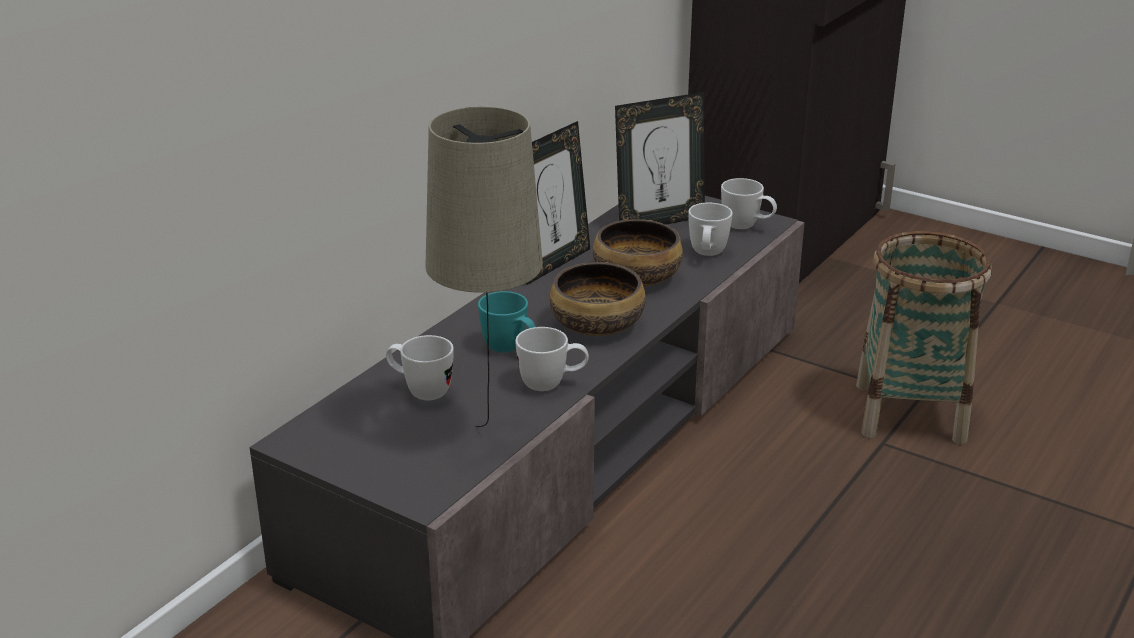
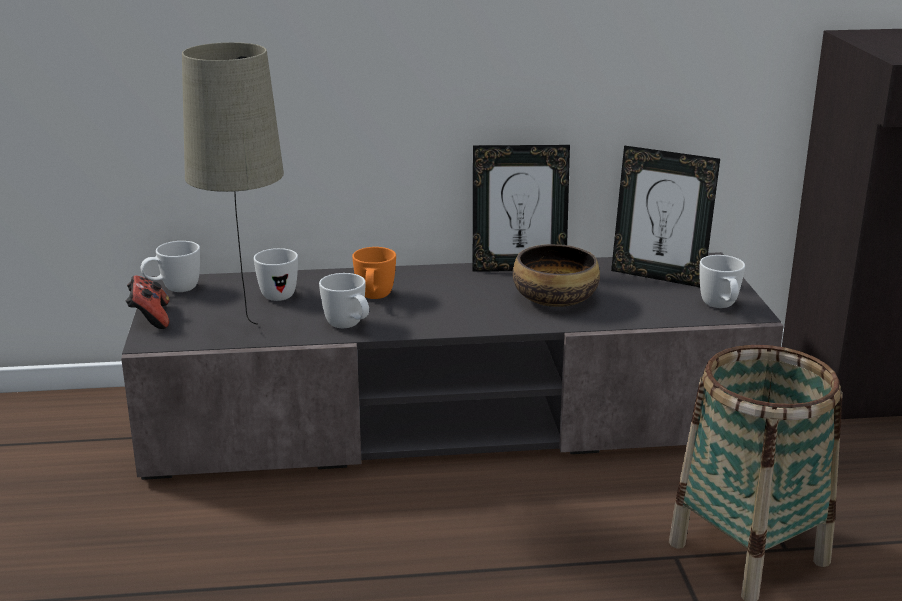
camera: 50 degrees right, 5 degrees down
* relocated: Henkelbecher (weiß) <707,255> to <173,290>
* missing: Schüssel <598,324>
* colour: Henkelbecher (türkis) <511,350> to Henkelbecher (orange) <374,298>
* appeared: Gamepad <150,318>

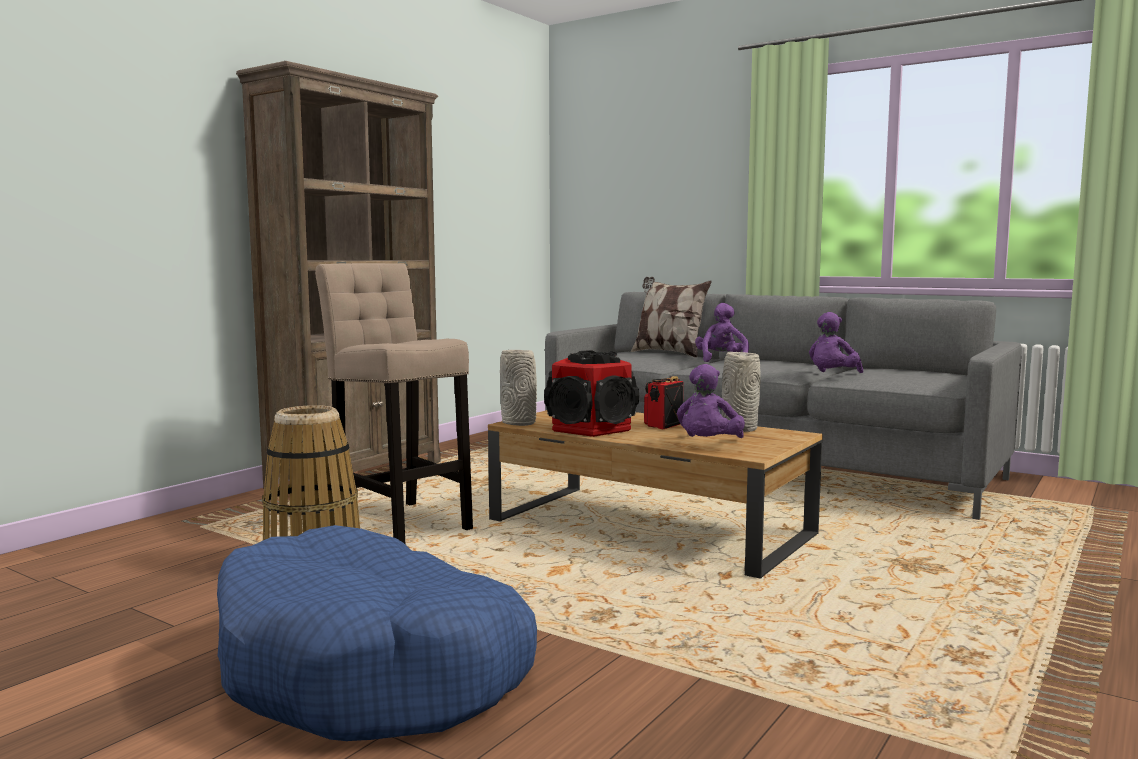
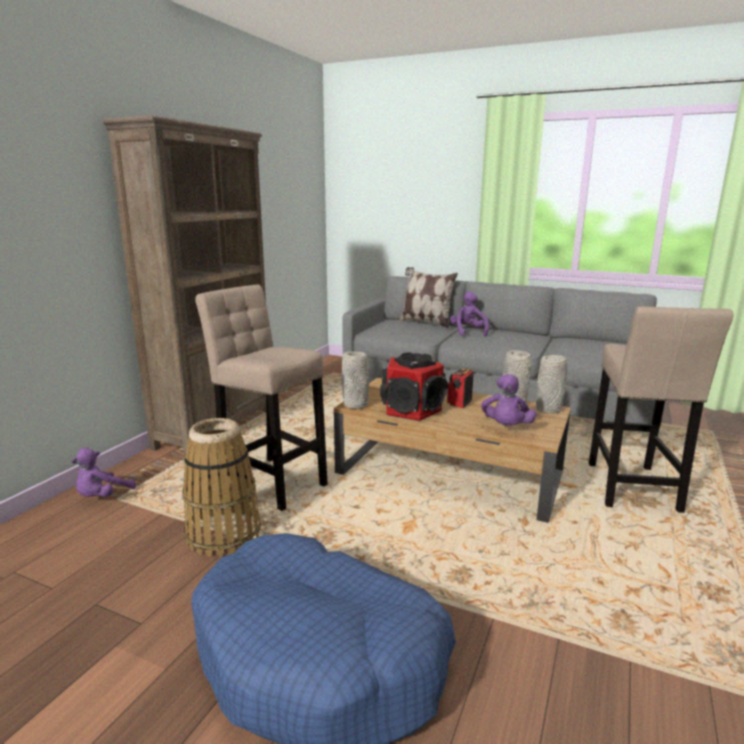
camera: 10 degrees left, 10 degrees up
* relocated: Plüschtier (lila) <832,376> to <102,496>
* appeared: Hocker (beige) <632,489>
* appeared: Vase (grau) <548,409>

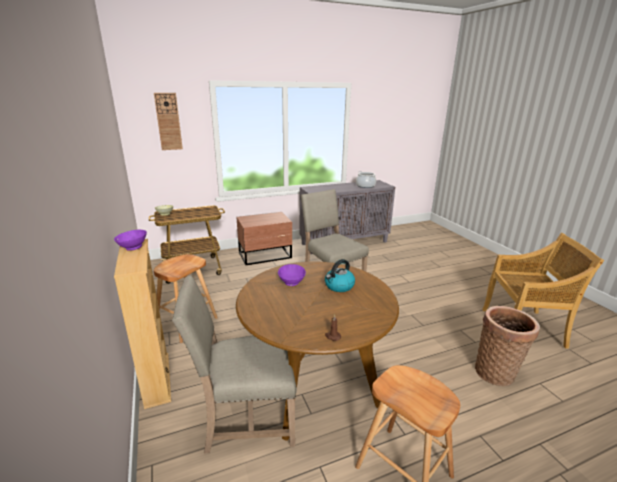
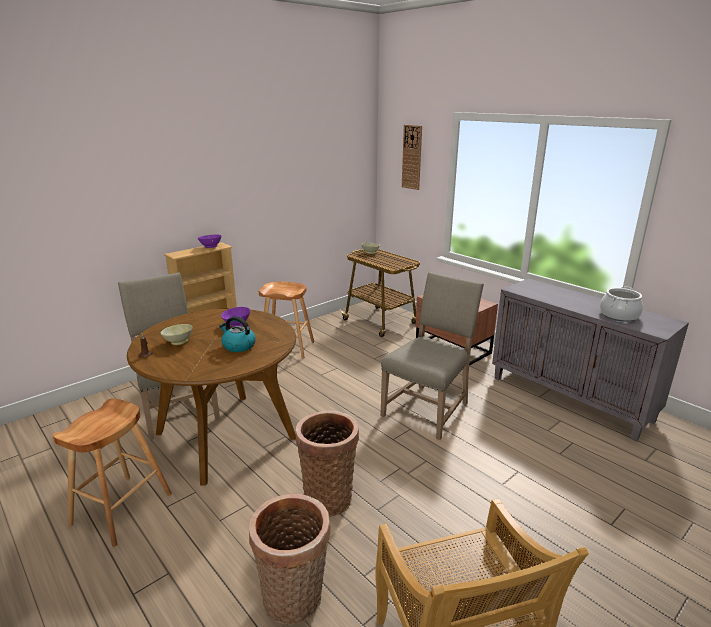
camera: 70 degrees right, 0 degrees up
* appeared: Schüssel (beige) <178,342>
* appeared: Korb <329,496>

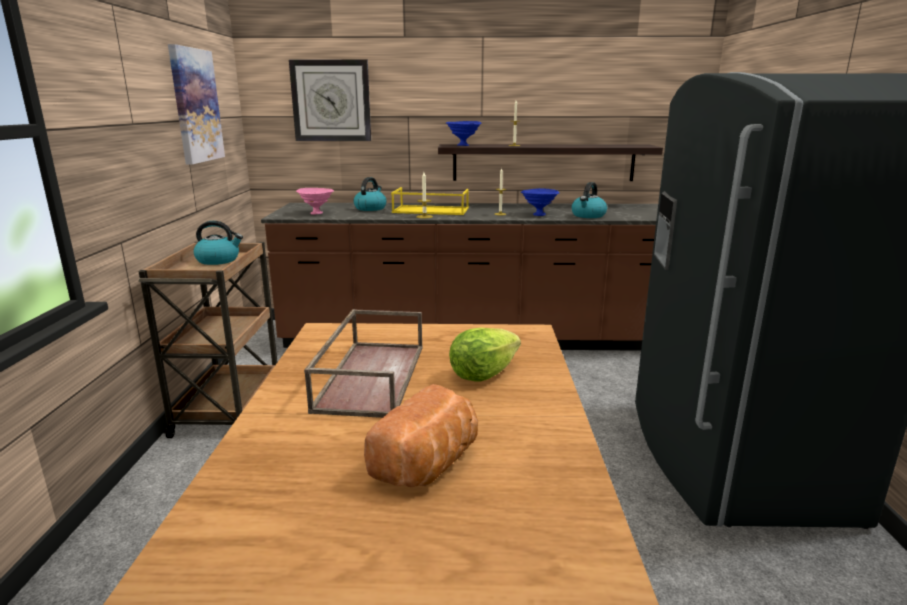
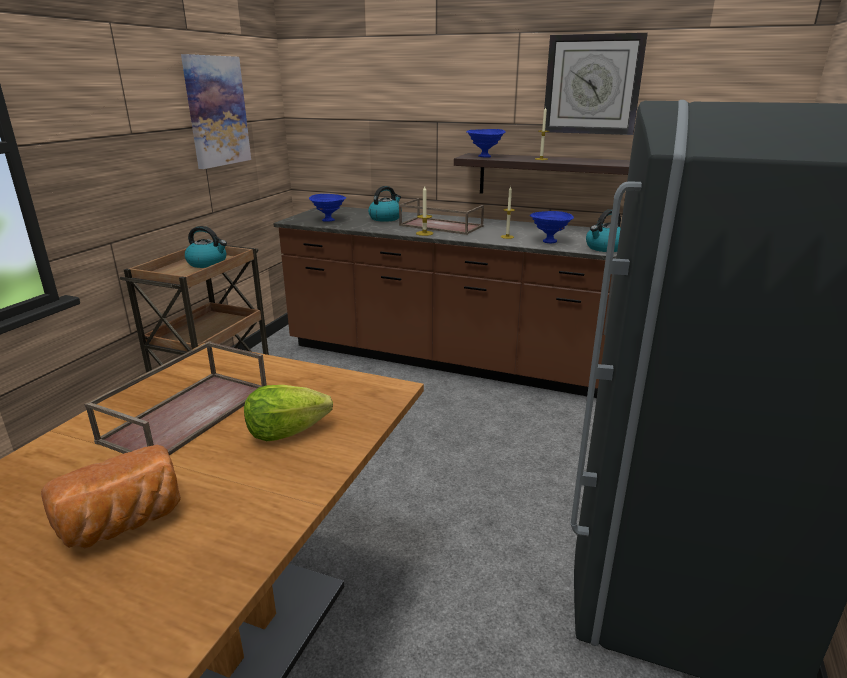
camera: 20 degrees right, 5 degrees up
* relocated: Wanduhr <331,101> to <592,85>
* colour: Tablett (gelb) <430,210> to Tablett (braun) <439,226>
* colour: Schüssel (rosa) <316,213> to Schüssel (blau) <329,220>

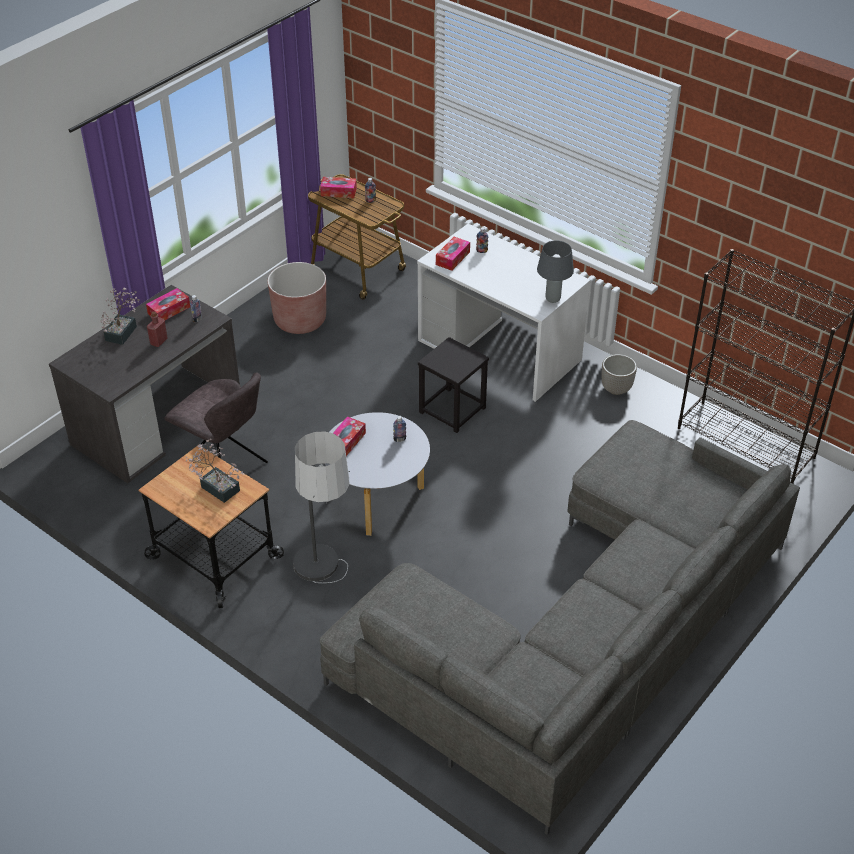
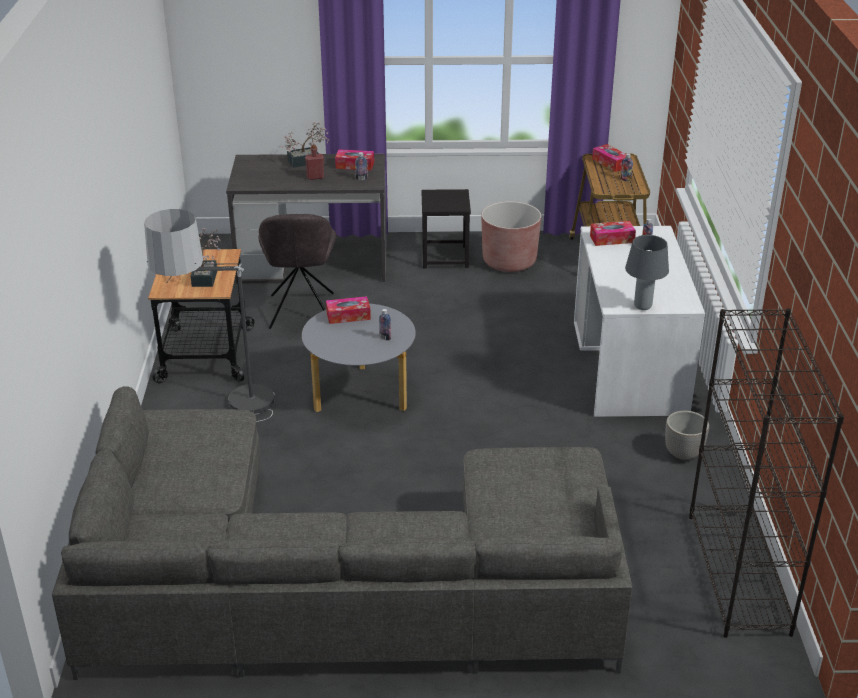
camera: 50 degrees right, 10 degrees down
* relocated: Hocker (schwarz) <452,410> to <444,256>

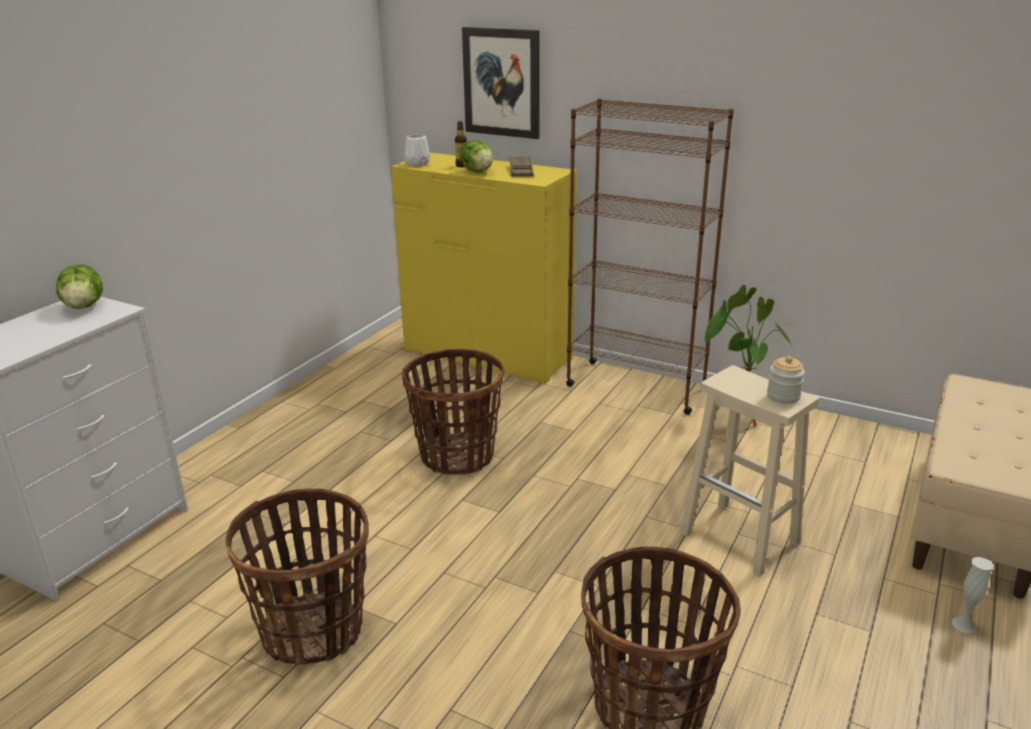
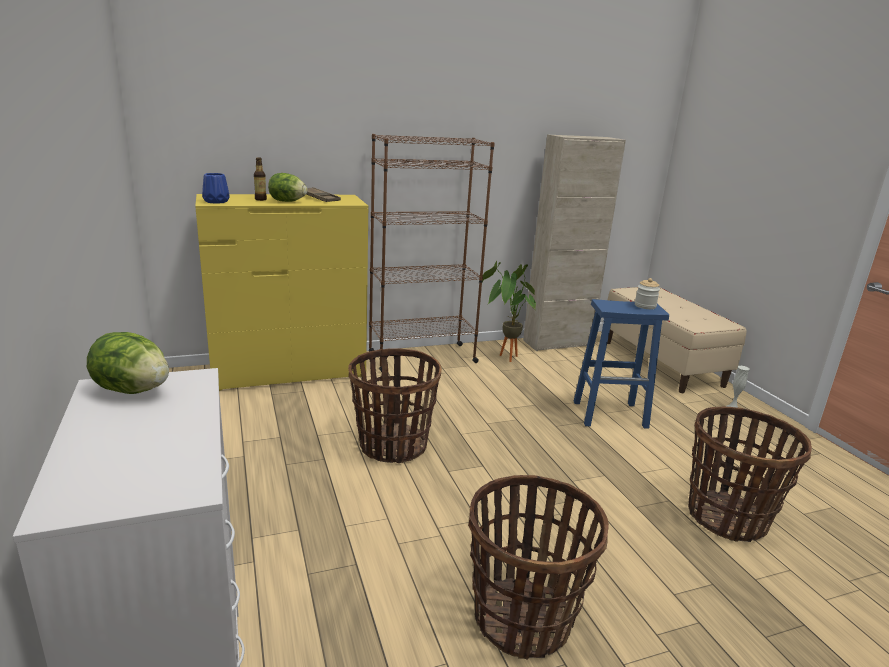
camera: 50 degrees left, 5 degrees down
* missing: Bild <502,82>
* colour: Vase (weiß) <416,163> to Vase (blau) <215,201>
* colour: Hocker (beige) <741,539> to Hocker (blau) <611,414>
* appeared: Schrank (beige) <557,343>

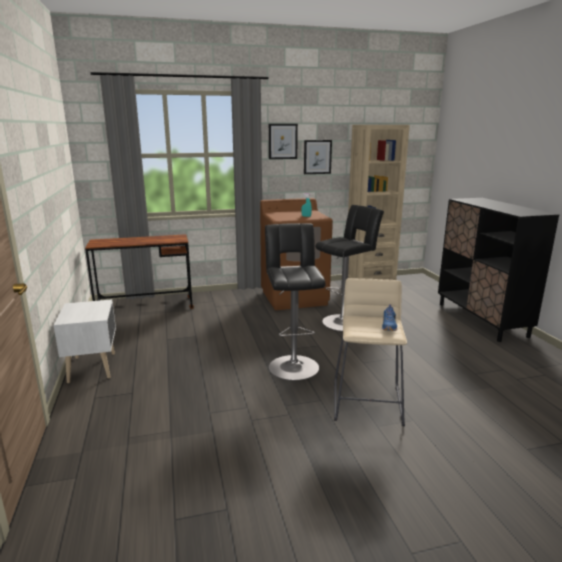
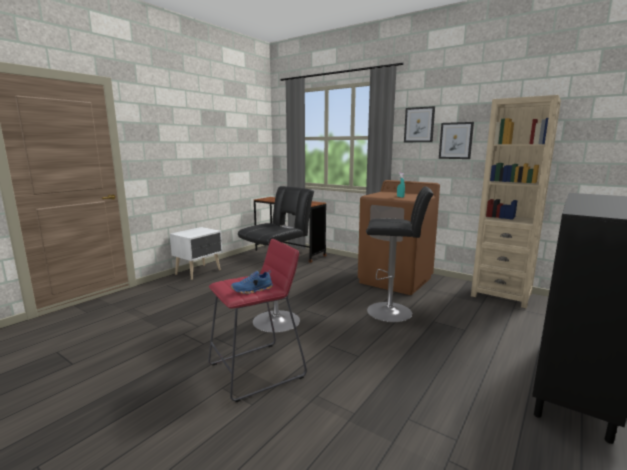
camera: 50 degrees right, 5 degrees down
* colour: Hocker (beige) <367,403> to Hocker (rot) <257,370>

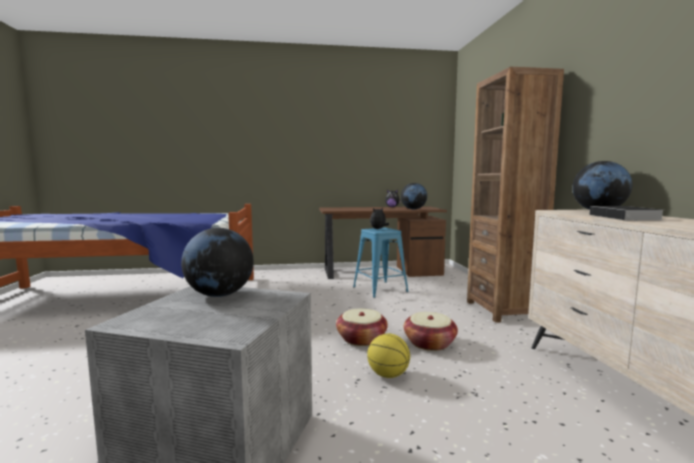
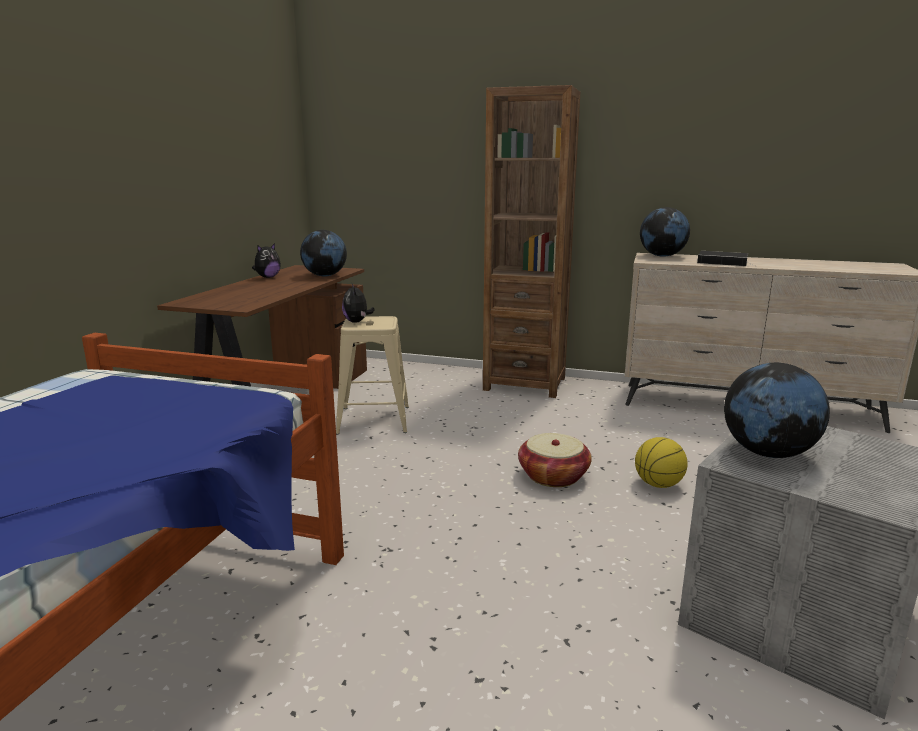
camera: 65 degrees left, 10 degrees up
* colour: Hocker (blau) <380,289> to Hocker (beige) <373,420>
* missing: Korb <429,343>

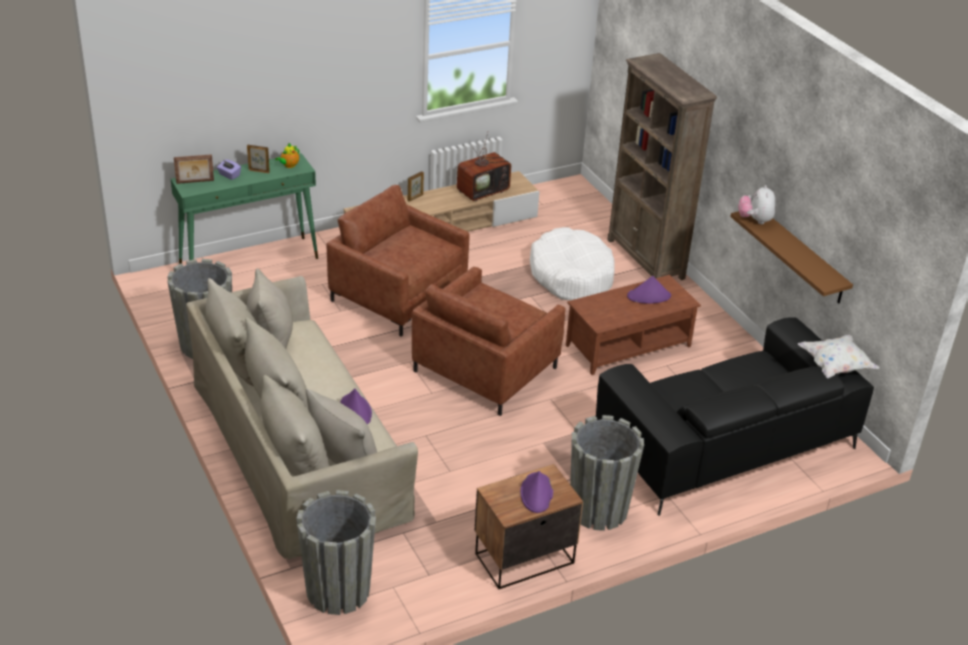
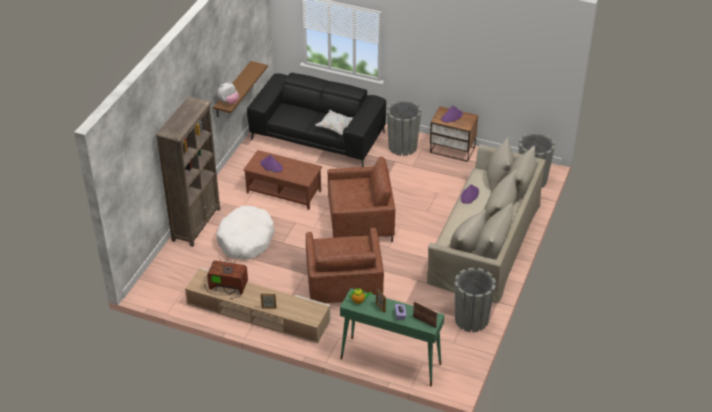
camera: 130 degrees left, 5 degrees up
* relocated: Kissen (weiß) <835,366> to <335,127>

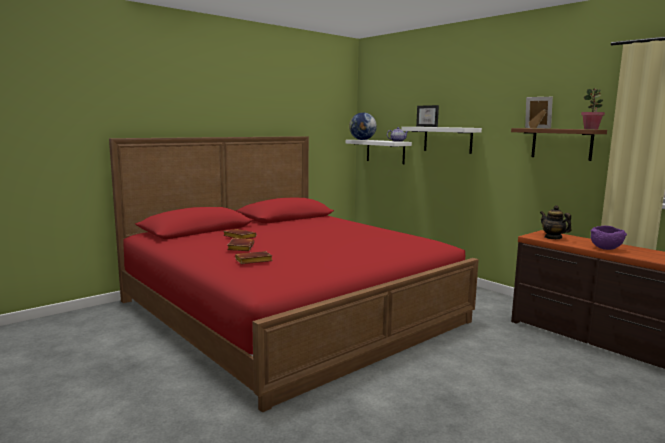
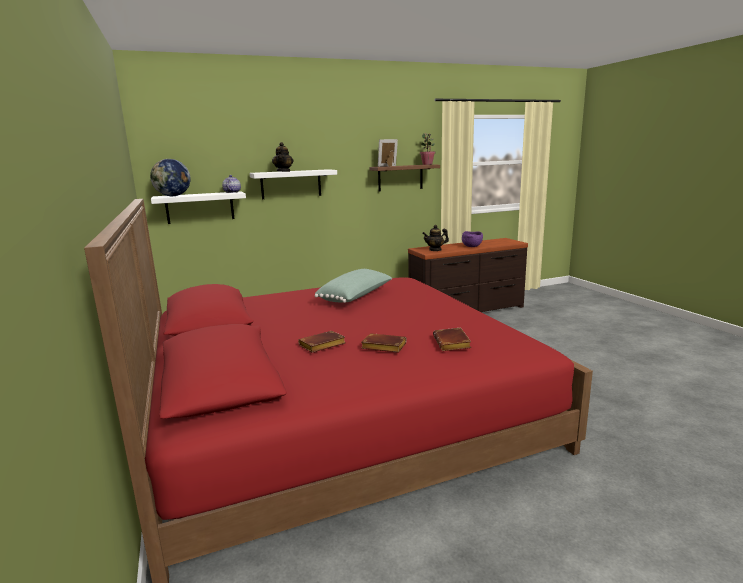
camera: 70 degrees left, 5 degrees up
* exchanged: Bilderrahmen <429,126> to Teekanne <283,171>
* appeared: Kissen (grün) <356,297>

